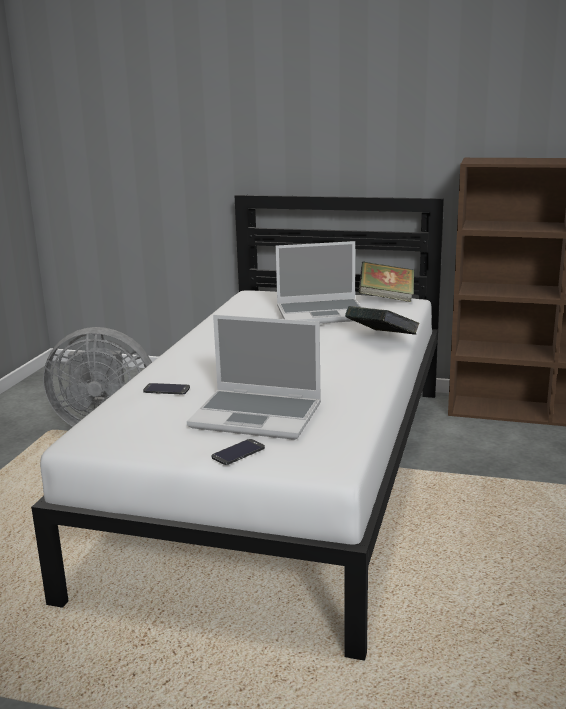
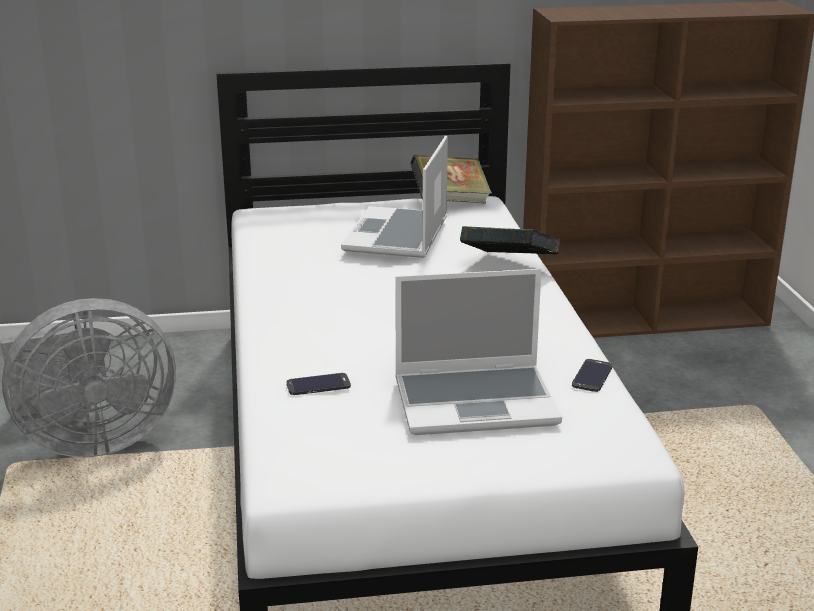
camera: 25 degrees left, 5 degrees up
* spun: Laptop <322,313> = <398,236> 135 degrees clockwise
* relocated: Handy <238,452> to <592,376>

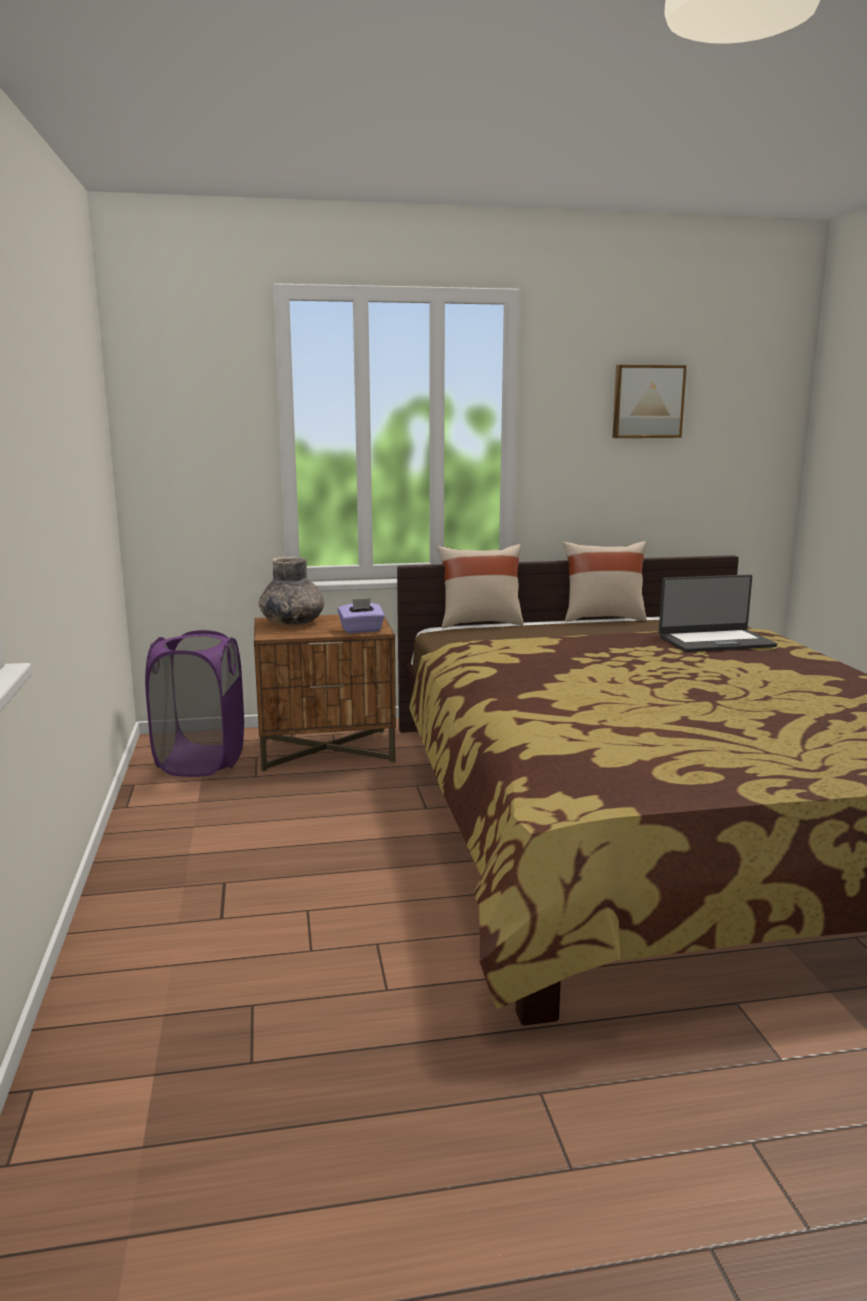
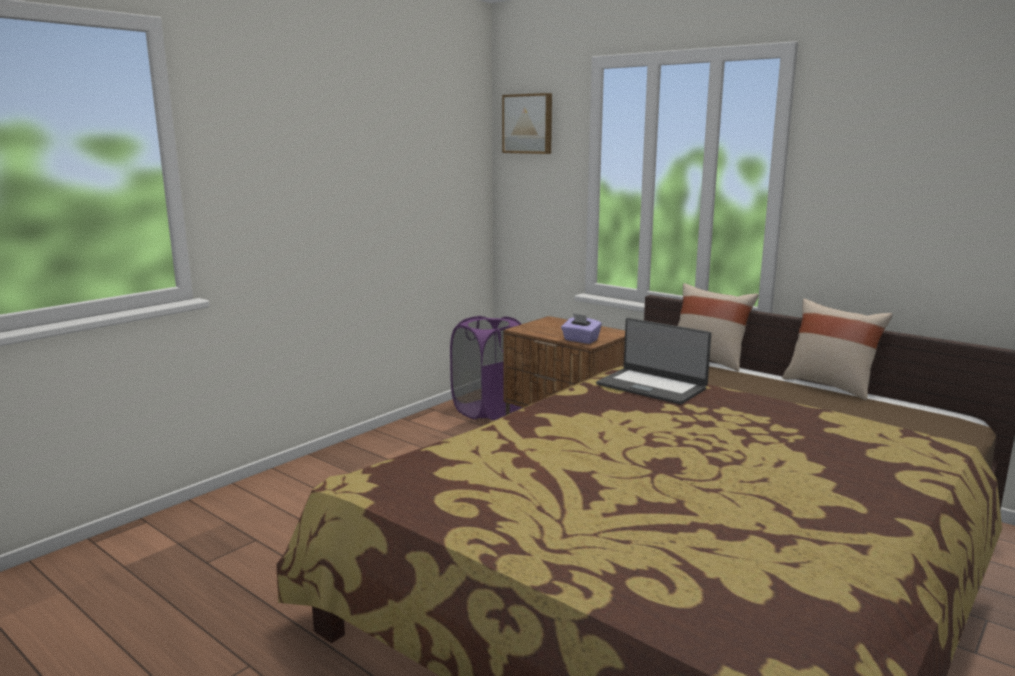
camera: 50 degrees right, 0 degrees up
* relocated: Bild <647,401> to <528,124>
* missing: Vase (grau) <292,623>
* relocated: Laptop <715,641> to <652,386>

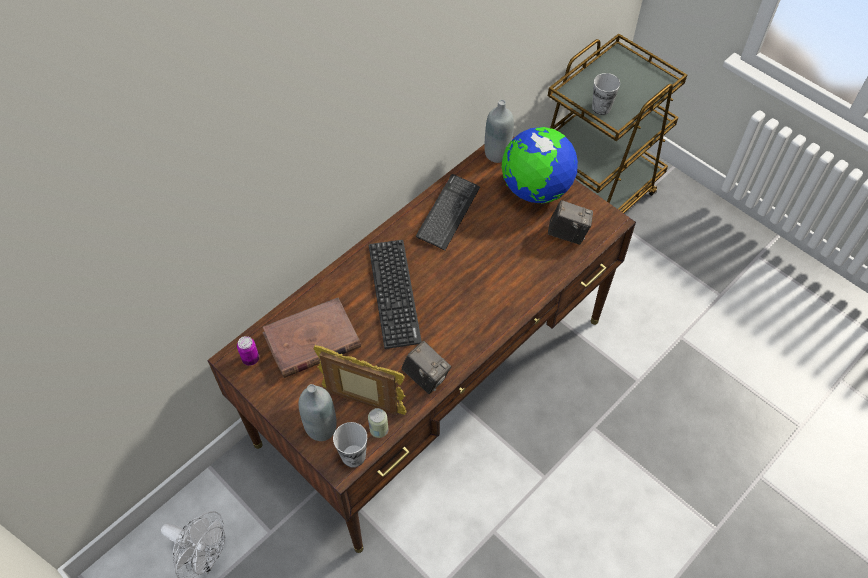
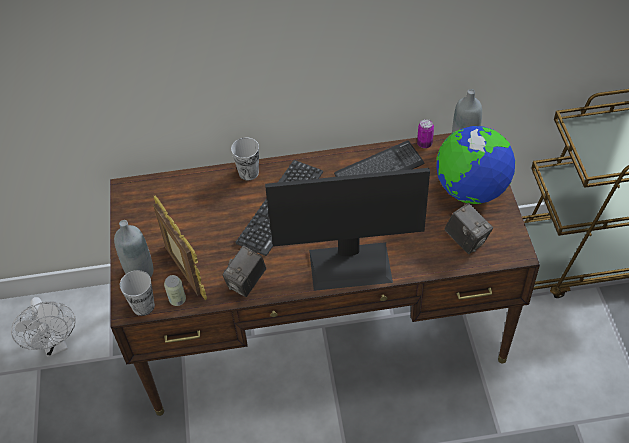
camera: 40 degrees right, 5 degrees down
* relocated: Tasse <601,108> to <248,172>
* missing: Buch (braun) <311,341>
* relocated: Dose <251,359> to <424,144>
* spun: Kamera <426,377> = <246,283> 45 degrees clockwise
* appeared: Monitor <350,265>

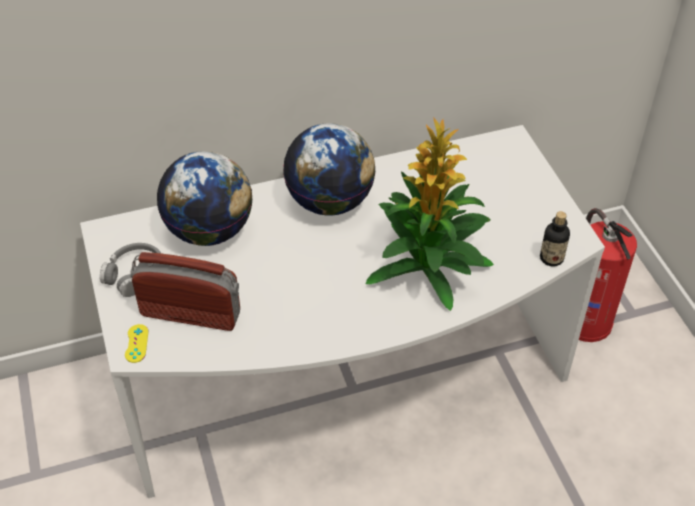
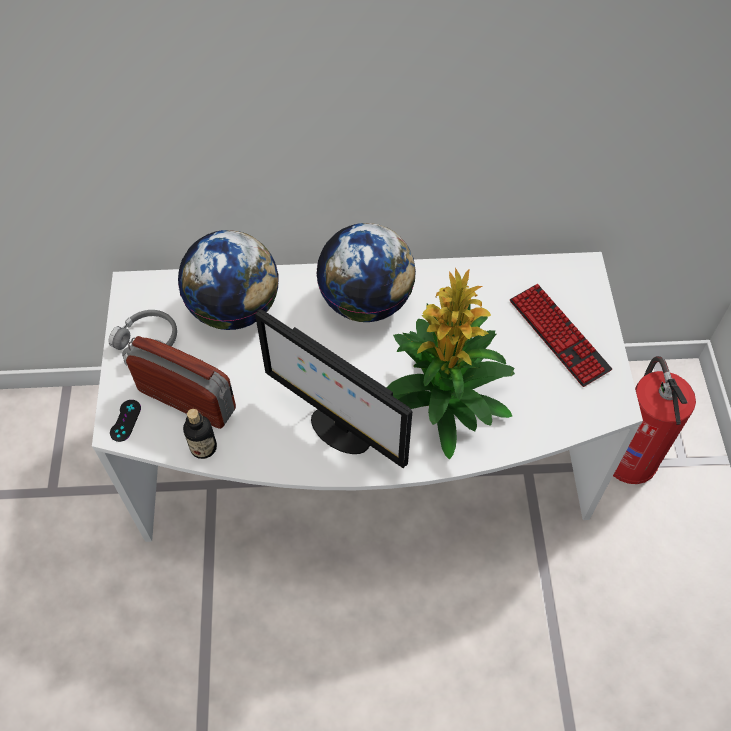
camera: 15 degrees right, 10 degrees up
* relocated: Flasche <551,258> to <203,447>
* colour: Gamepad (gelb) <136,343> to Gamepad (schwarz) <125,420>
* appeared: Tastatur <558,335>
* appeared: Monitor <338,430>

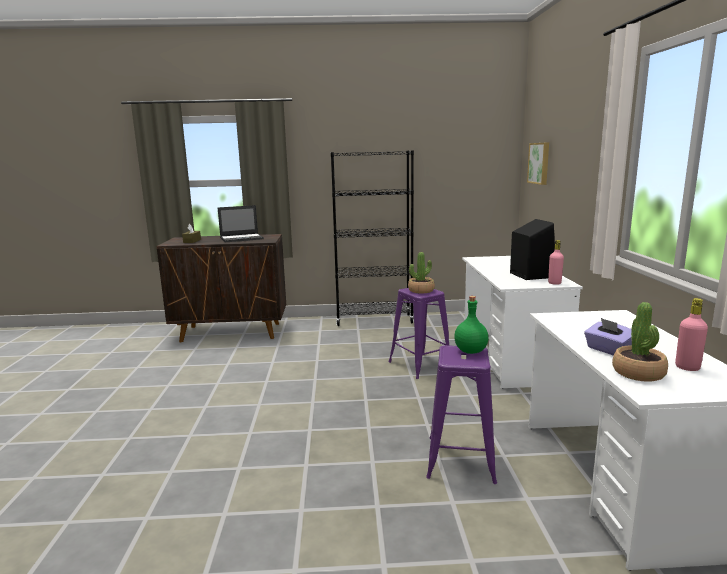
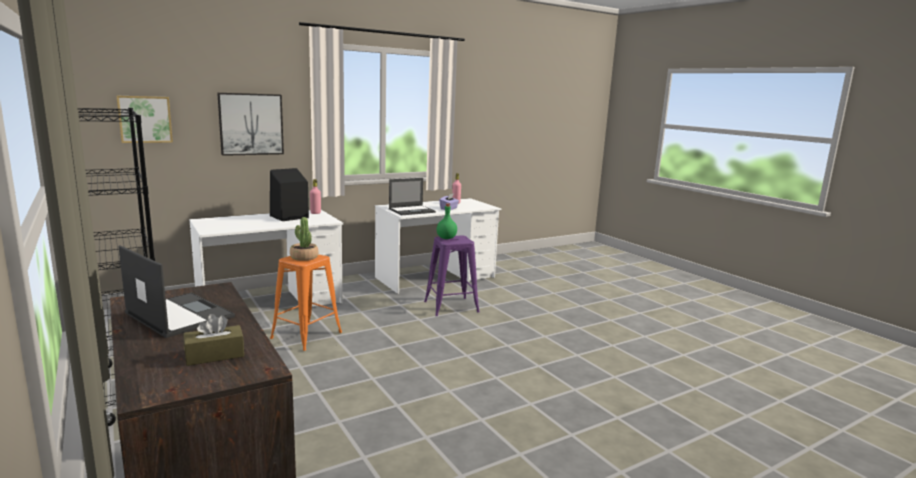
camera: 120 degrees left, 0 degrees up
* colour: Hocker (lila) <420,365> to Hocker (orange) <307,335>
* missing: Topfpflanze <638,373>
* appeared: Bild <251,124>
* appeared: Laptop <412,210>

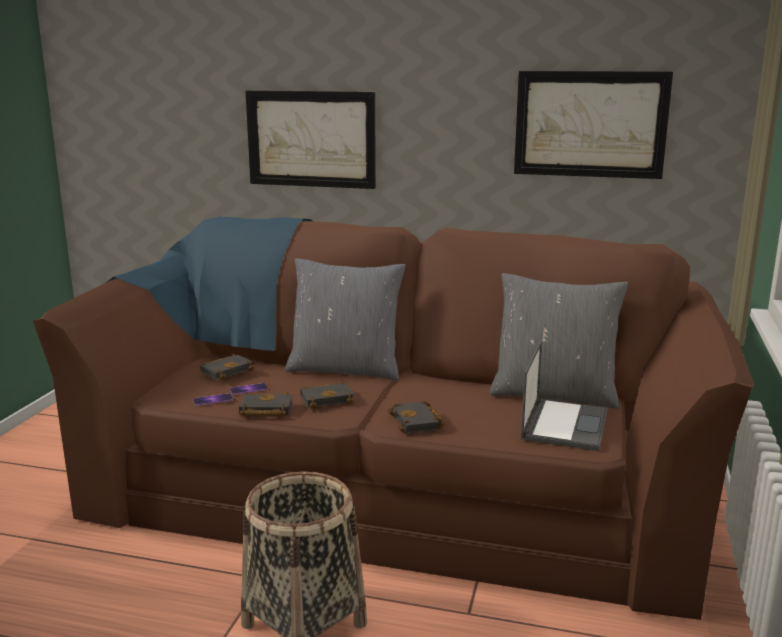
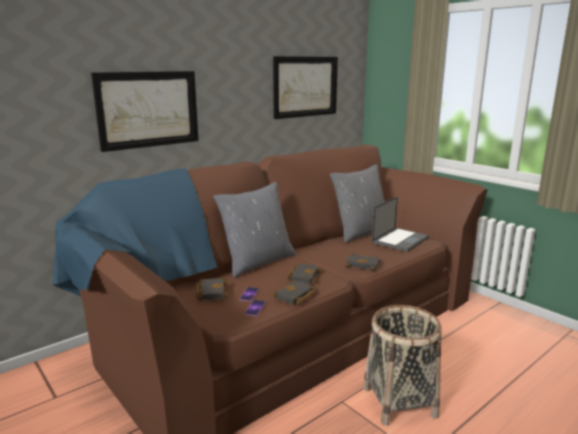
camera: 55 degrees left, 0 degrees up
* spun: Laptop <564,424> = <400,239> 75 degrees clockwise

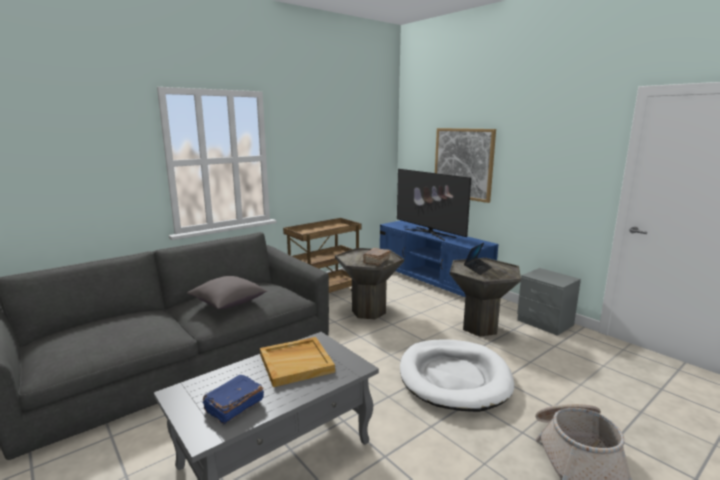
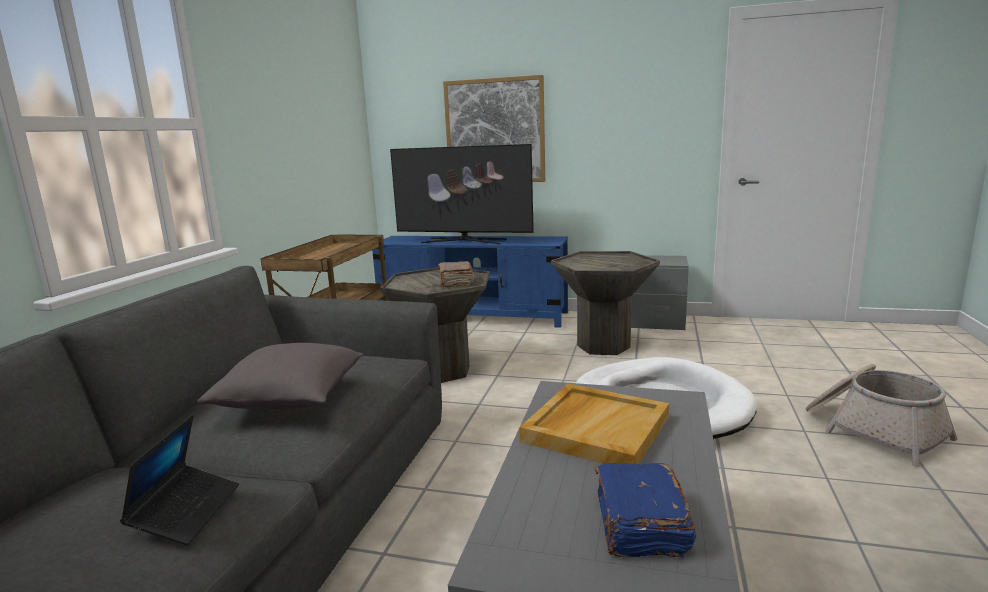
camera: 35 degrees left, 0 degrees up
* relocated: Laptop <477,269> to <186,512>

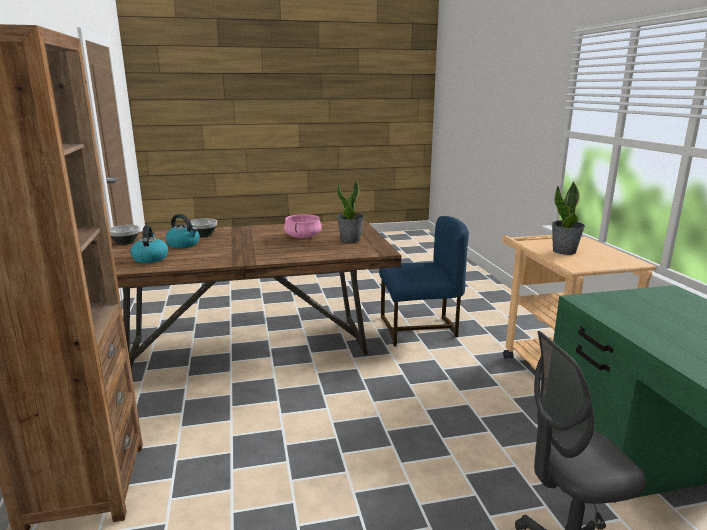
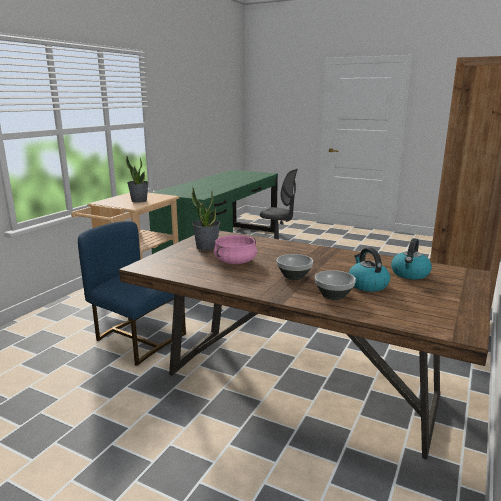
camera: 140 degrees left, 0 degrees up
* relocated: Schüssel <125,242> to <294,276>

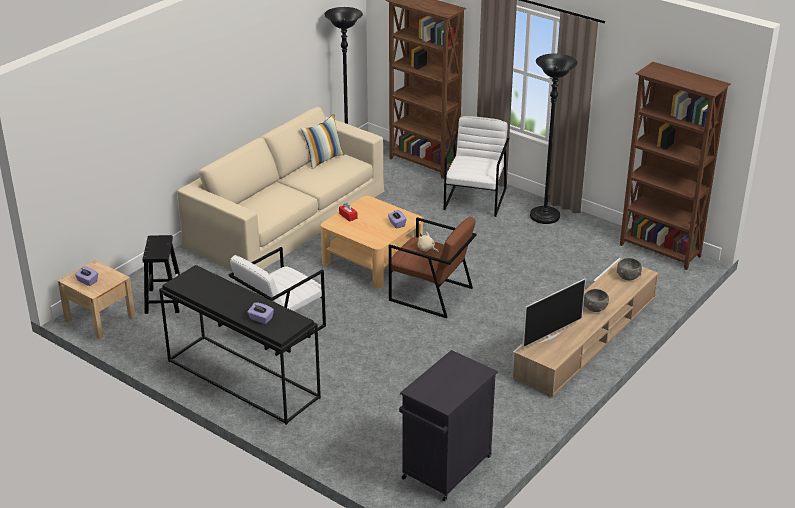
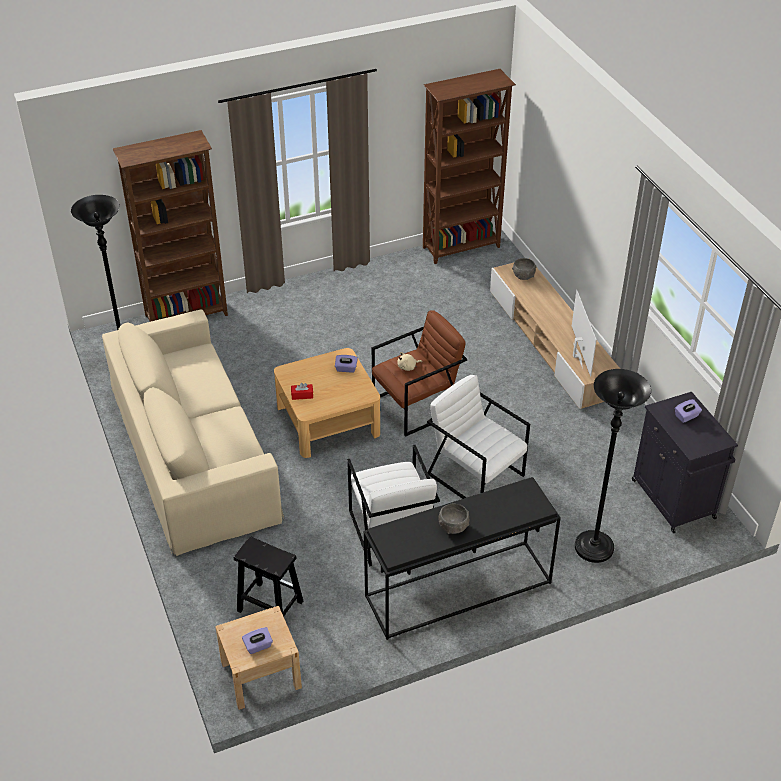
camera: 60 degrees left, 10 degrees up
* relocated: Stehlampe (schwarz) <544,217> to <594,548>
* missing: Kissen <324,159>
* relocated: Sessel (weiß) <475,199> to <476,474>
* relocated: Schüssel (grau) <595,308> to <453,526>
* relocated: Taschentuchbox (lila) <261,319> to <686,416>

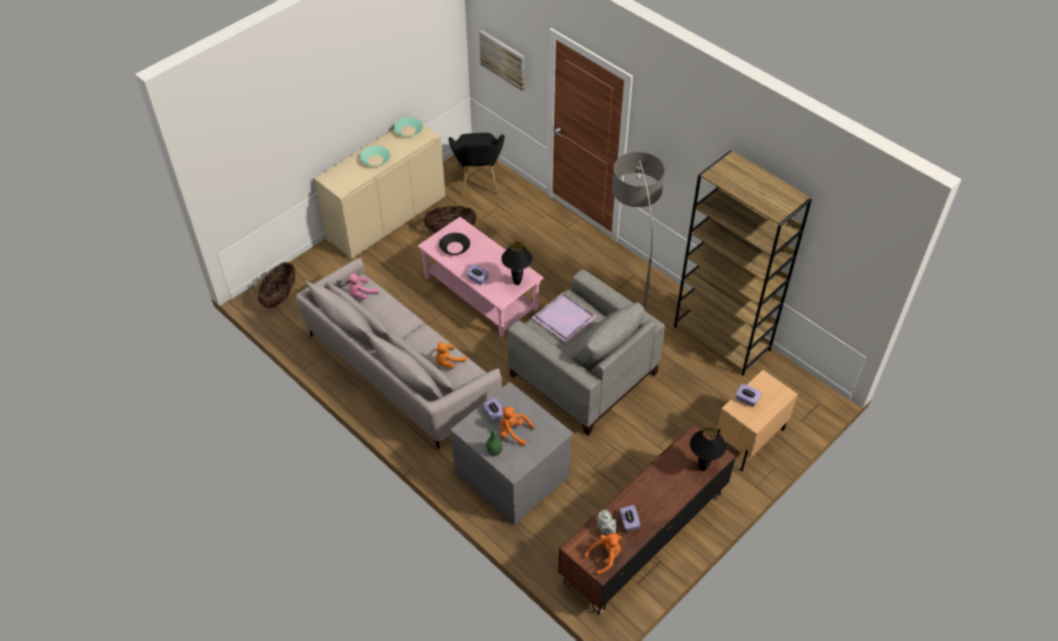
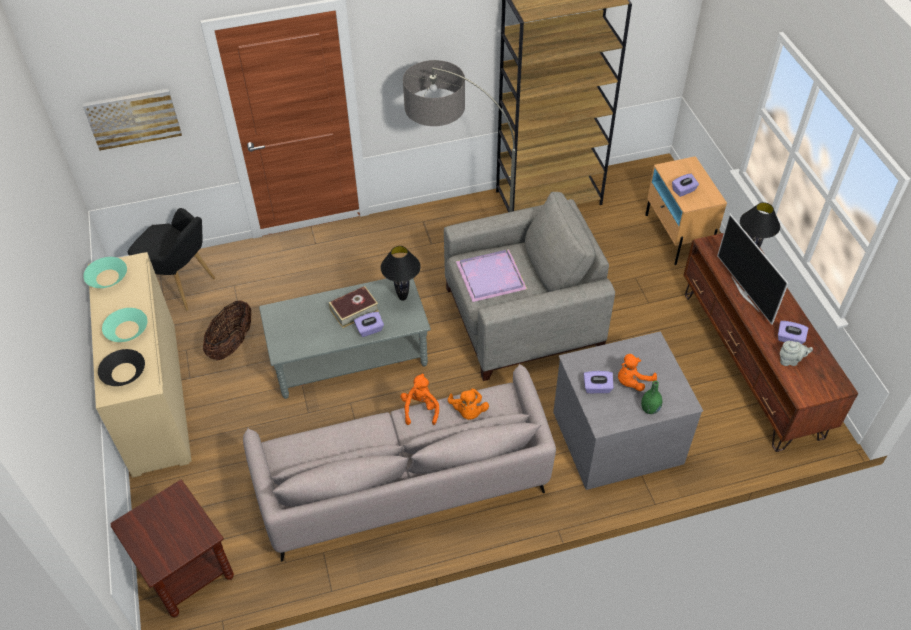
camera: 60 degrees left, 0 degrees up
* colour: Couchtisch (rosa) <481,293> to Couchtisch (grau) <349,357>
* relocated: Schüssel (schwarz) <455,247> to <124,372>
* exchanged: Korb <280,296> to Beistelltisch (braun) <185,571>
* missing: Plüschtier (rosa) <361,294>
* relocated: Plüschtier (orange) <605,557> to <420,408>
* appeared: Fernseher <745,293>
* appeared: Buch <354,310>

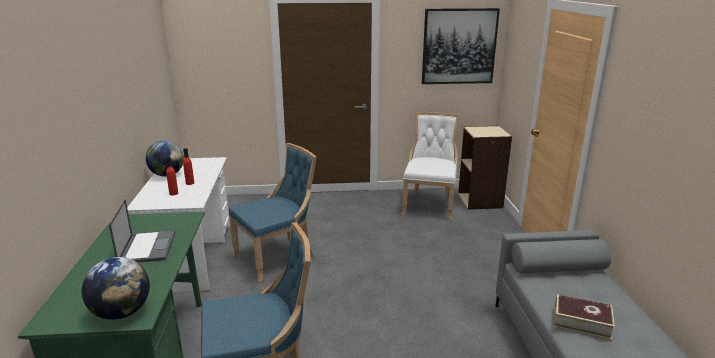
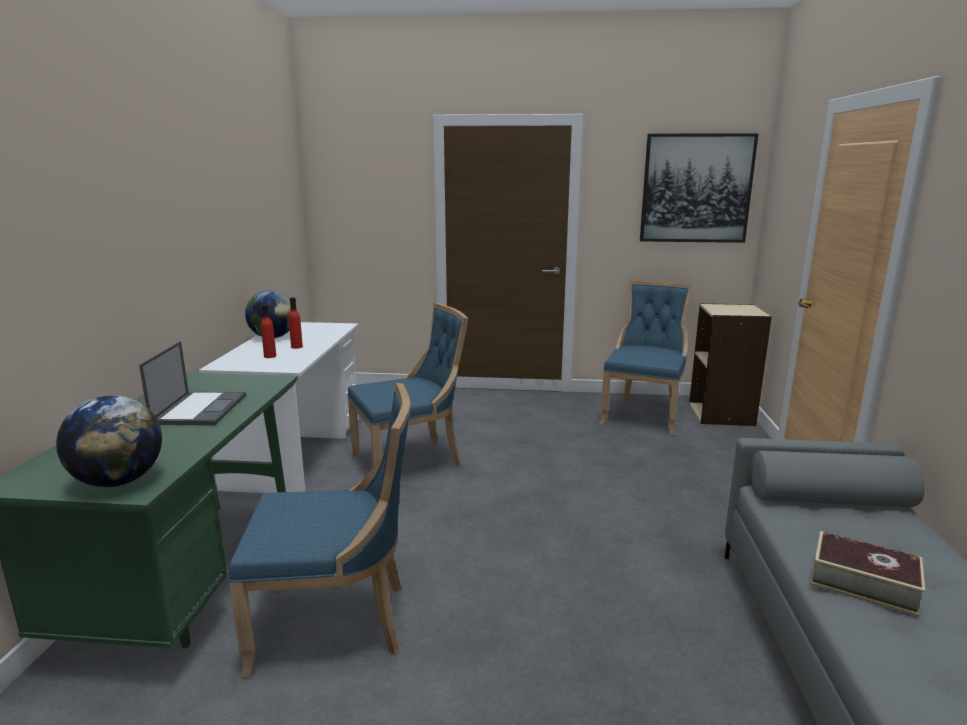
camera: 10 degrees right, 5 degrees down
* colour: Stuhl (weiß) <429,205> to Stuhl (blau) <643,414>

